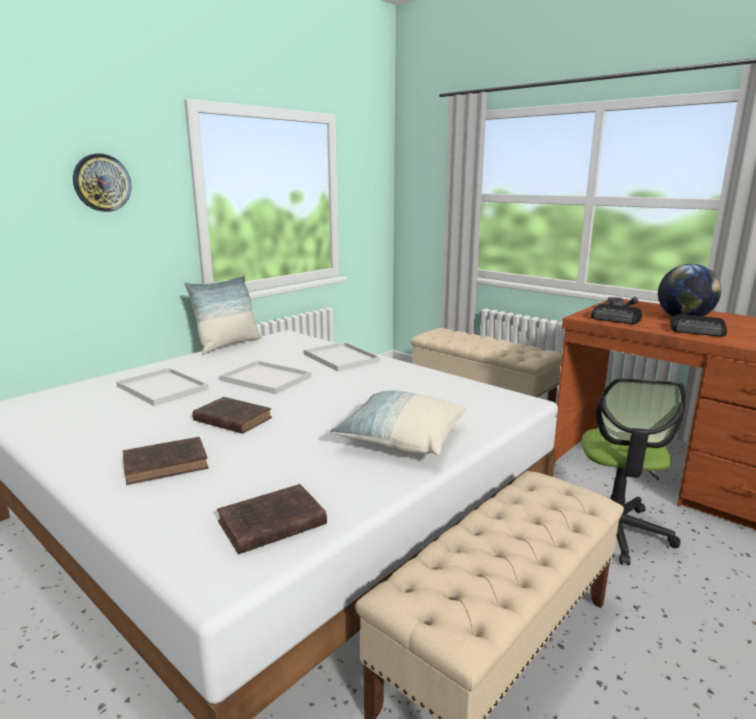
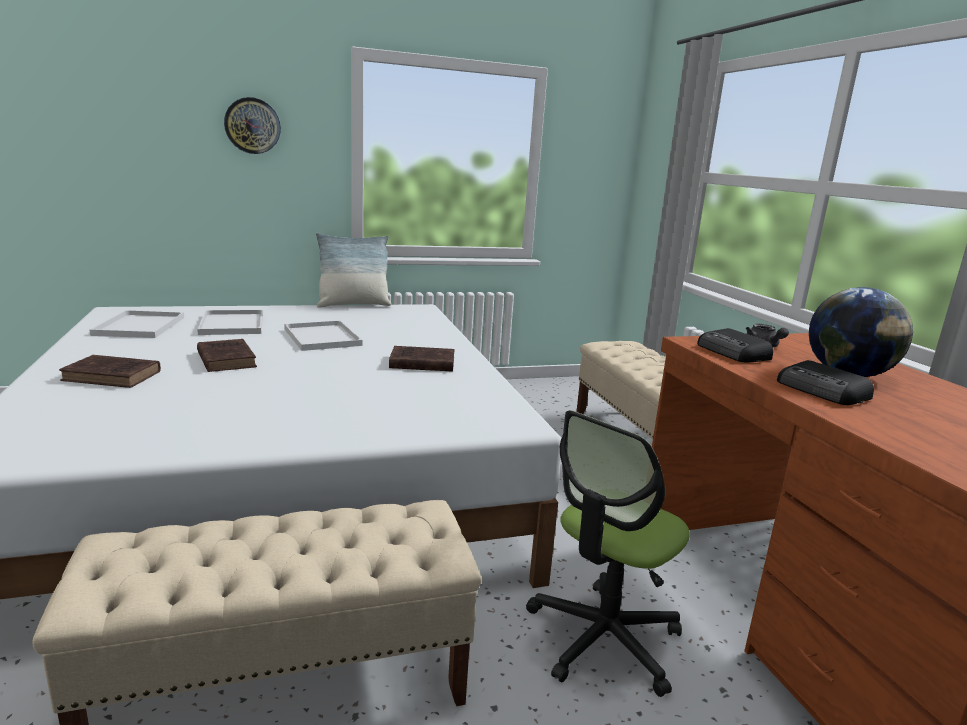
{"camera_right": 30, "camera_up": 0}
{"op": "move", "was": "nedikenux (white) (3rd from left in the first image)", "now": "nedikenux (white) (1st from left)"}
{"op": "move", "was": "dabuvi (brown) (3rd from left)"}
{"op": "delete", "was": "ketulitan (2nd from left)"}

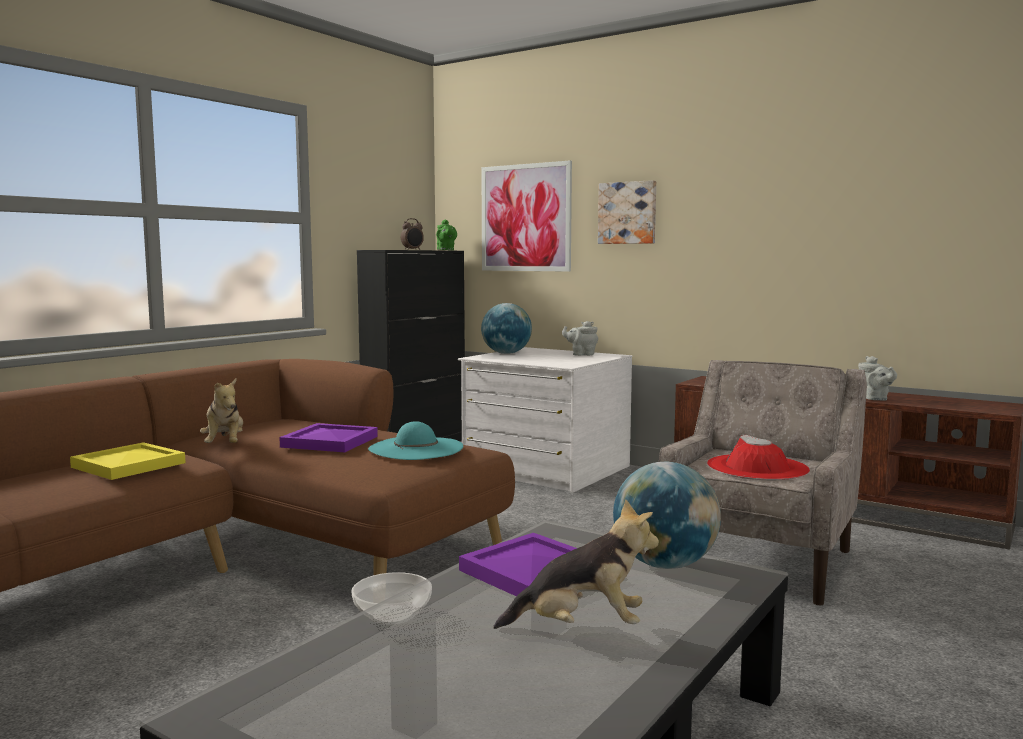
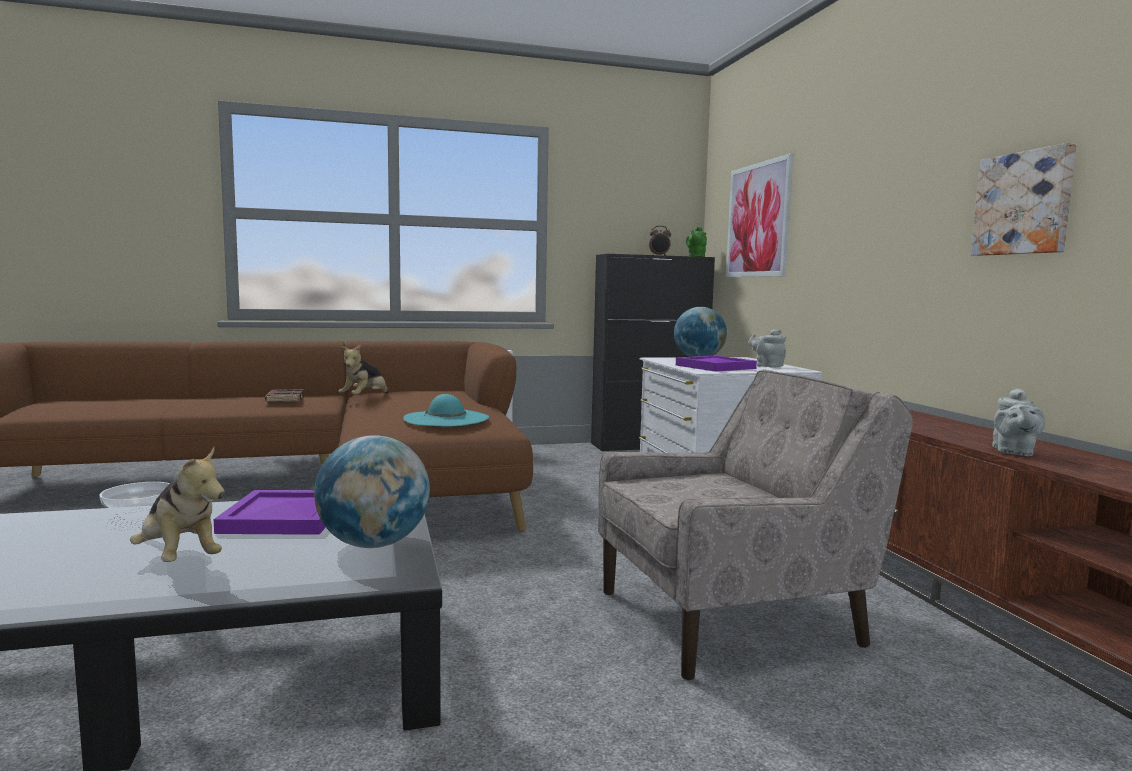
{"camera_right": 40, "camera_up": 0}
{"op": "replace", "was": "nedikenux (yellow)", "now": "dabuvi (brown)"}
{"op": "move", "was": "nedikenux (purple) (1st from left in the first image)", "now": "nedikenux (purple) (2nd from left)"}
{"op": "move", "was": "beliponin (2nd from left)"}
{"op": "delete", "was": "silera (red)"}

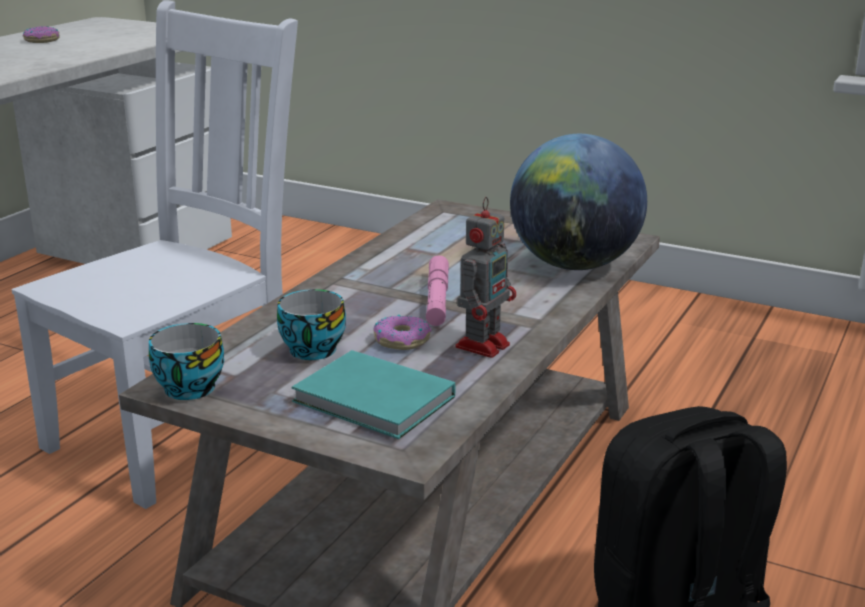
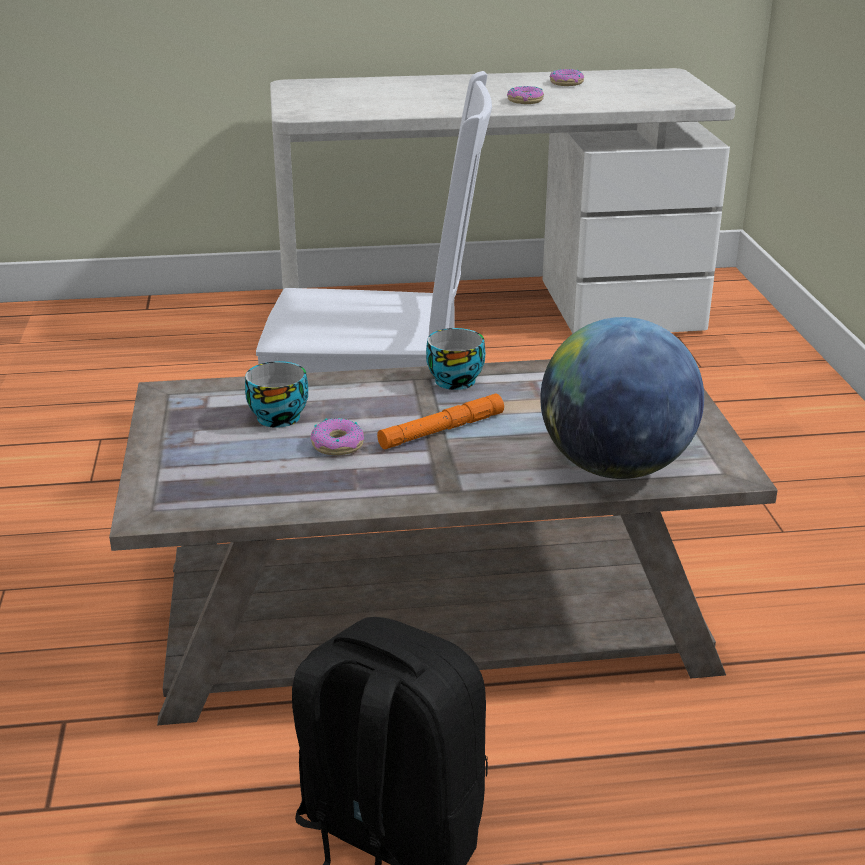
{"camera_right": 55, "camera_up": 5}
{"op": "recolor", "was": "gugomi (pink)", "now": "gugomi (orange)"}
{"op": "move", "was": "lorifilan (1st from left in the first image)", "now": "lorifilan (2nd from left)"}
{"op": "insert", "now": "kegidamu (2nd from left)"}
{"op": "delete", "was": "dabuvi (turquoise)"}
{"op": "delete", "was": "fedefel"}

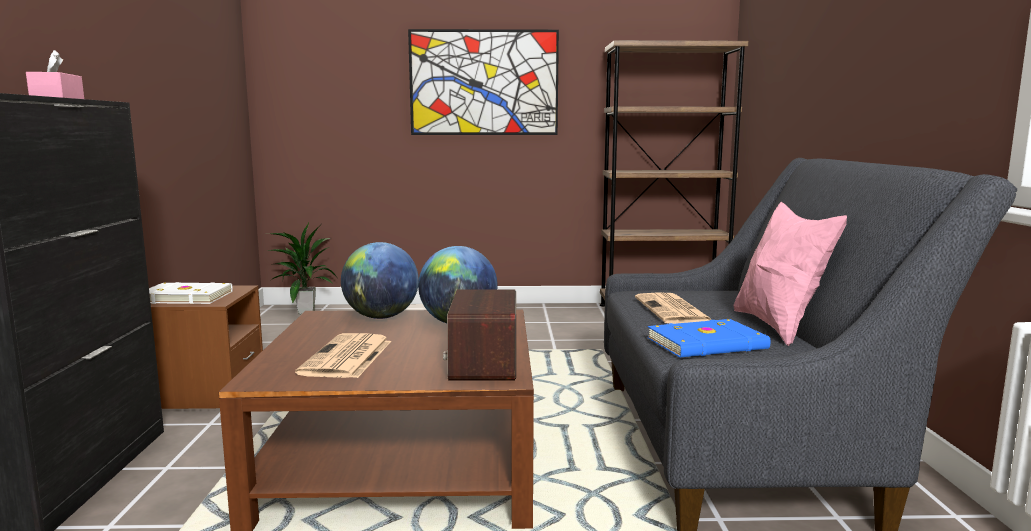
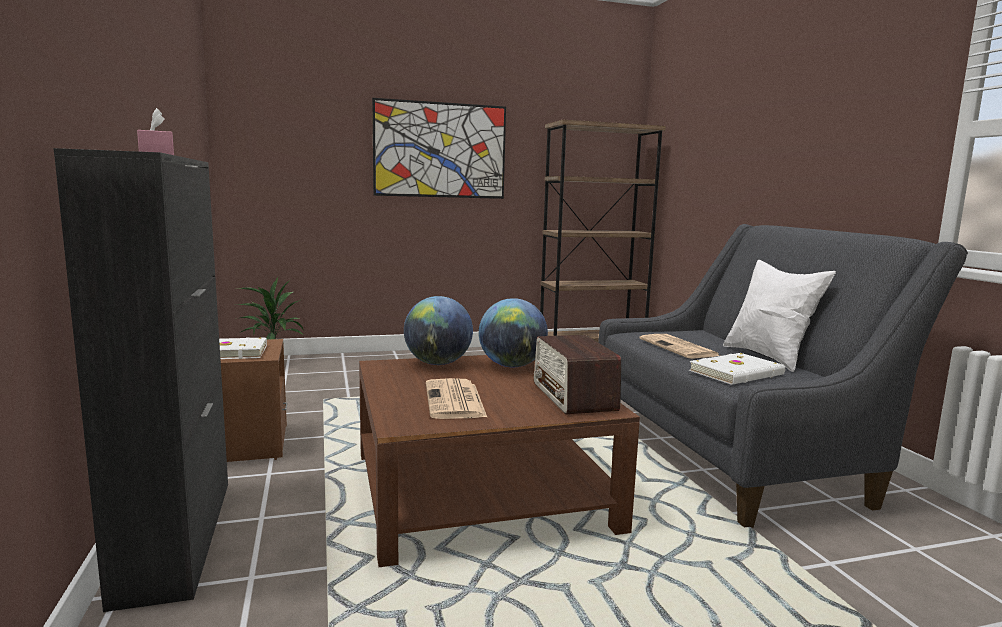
{"camera_right": -15, "camera_up": 0}
{"op": "recolor", "was": "dabuvi (blue)", "now": "dabuvi (white) (2nd from left)"}
{"op": "recolor", "was": "ketulitan (pink)", "now": "ketulitan (white)"}

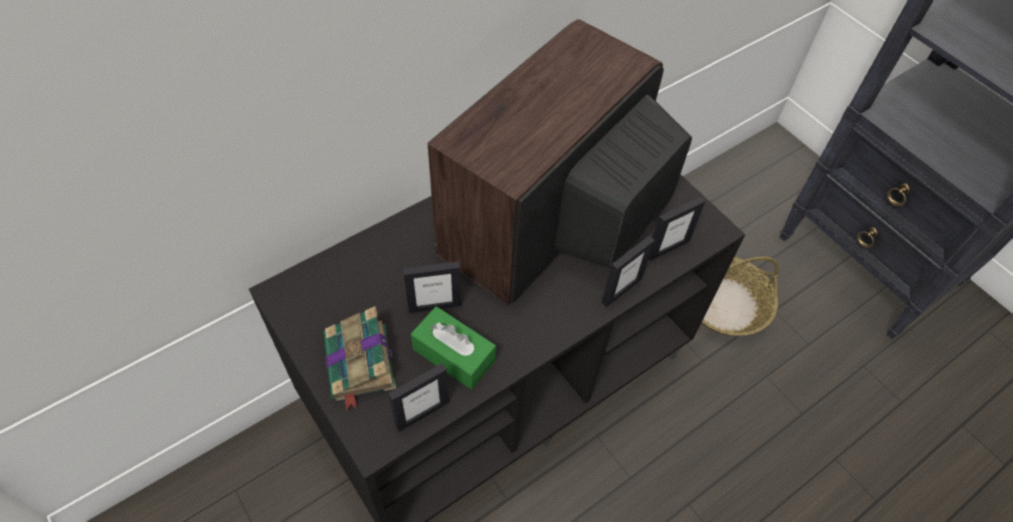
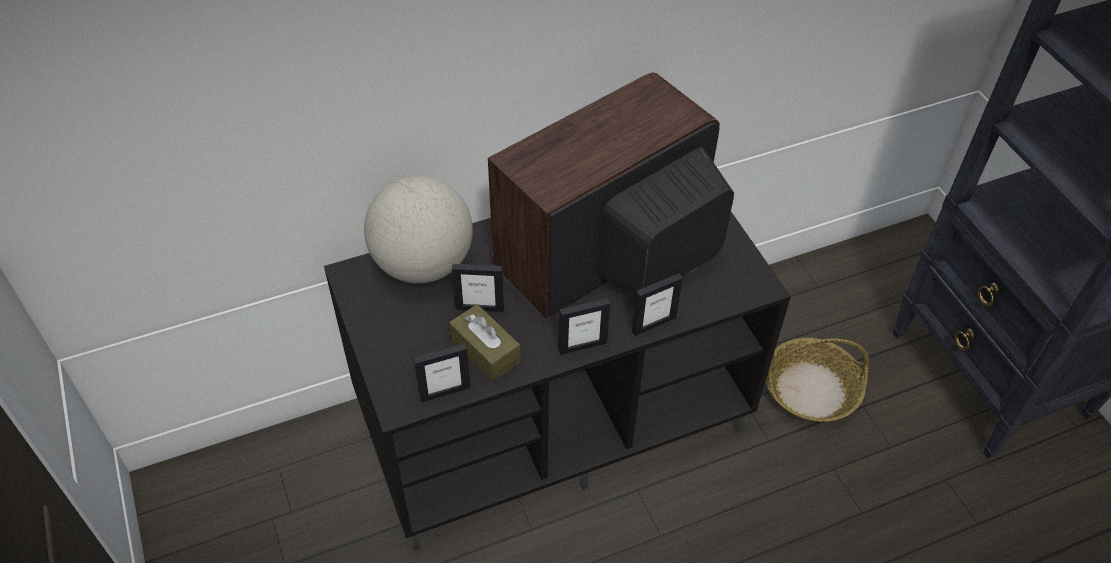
{"camera_right": 15, "camera_up": -5}
{"op": "insert", "now": "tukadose"}
{"op": "recolor", "was": "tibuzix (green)", "now": "tibuzix (brown)"}
{"op": "move", "was": "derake (4th from left in the first image)", "now": "derake (3rd from left)"}
{"op": "delete", "was": "dabuvi"}

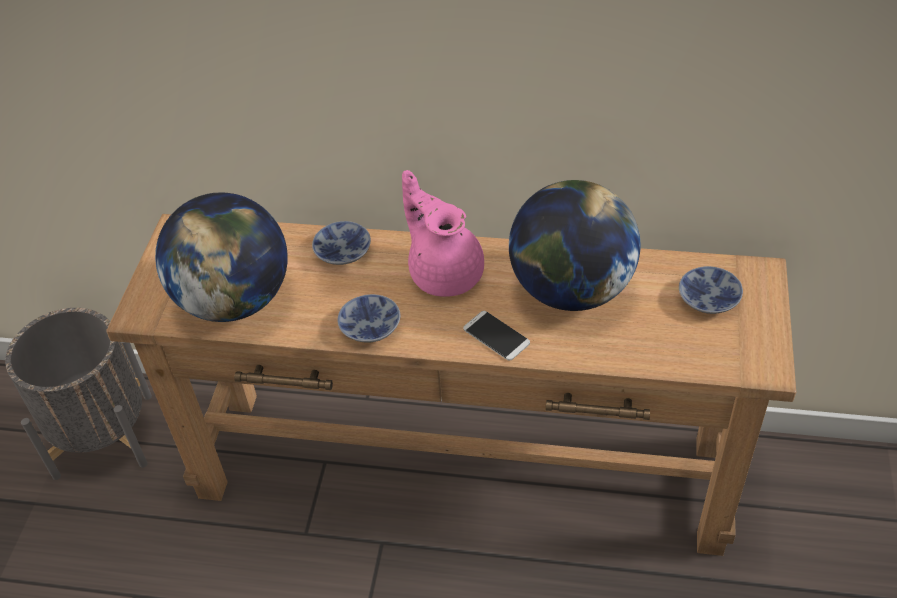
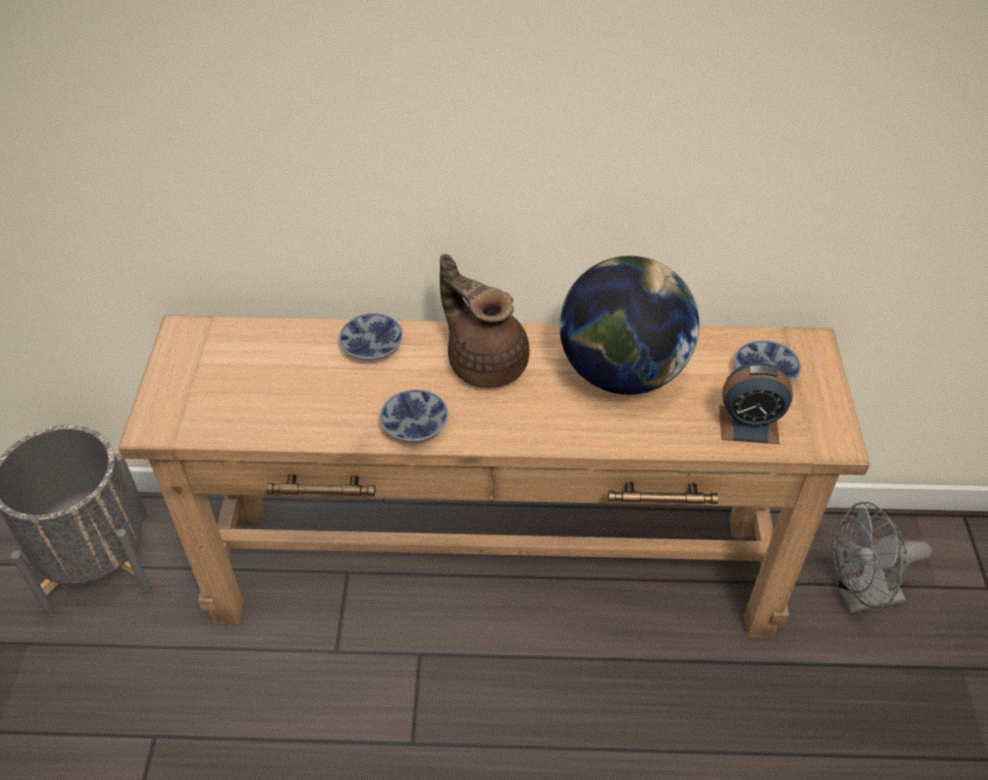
{"camera_right": -10, "camera_up": 0}
{"op": "recolor", "was": "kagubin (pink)", "now": "kagubin (brown)"}
{"op": "insert", "now": "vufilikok"}
{"op": "insert", "now": "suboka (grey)"}
{"op": "delete", "was": "tukadose (1st from left)"}
{"op": "delete", "was": "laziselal"}

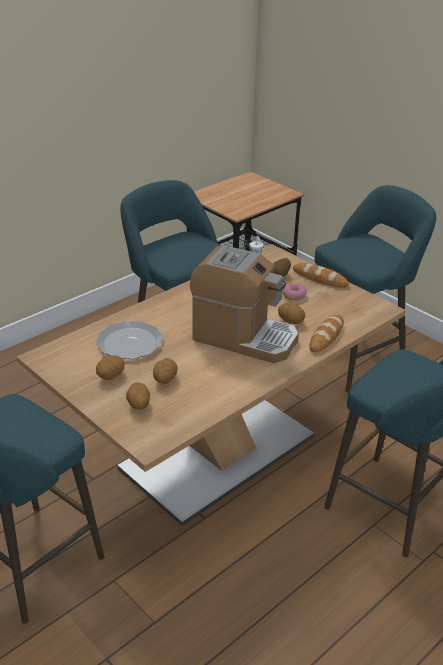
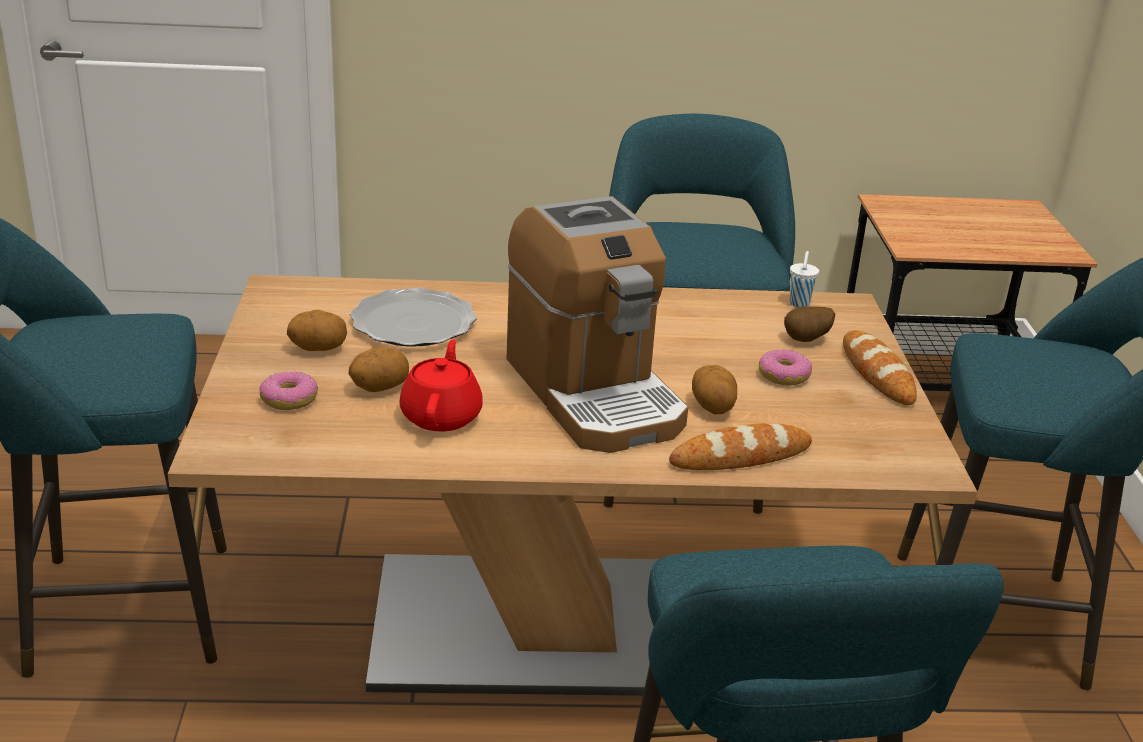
{"camera_right": 40, "camera_up": -5}
{"op": "replace", "was": "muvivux (2nd from left)", "now": "kegidamu (1st from left)"}
{"op": "insert", "now": "kagubin (red)"}

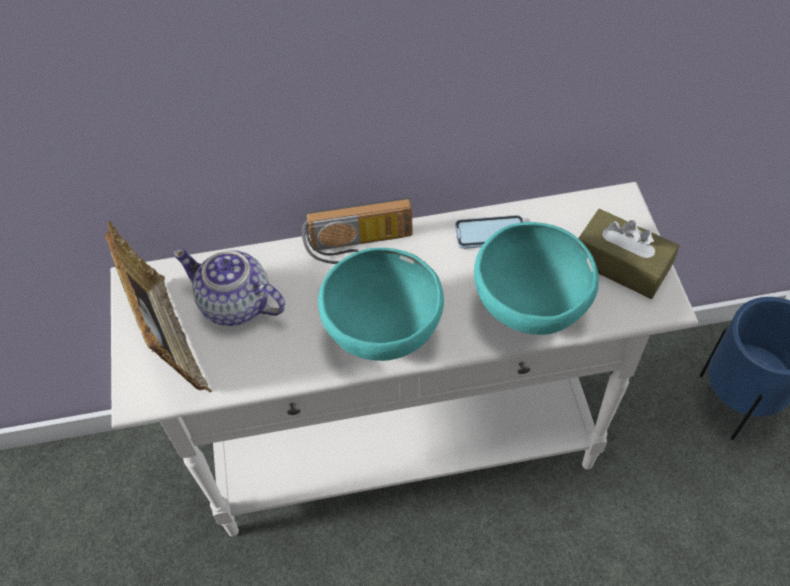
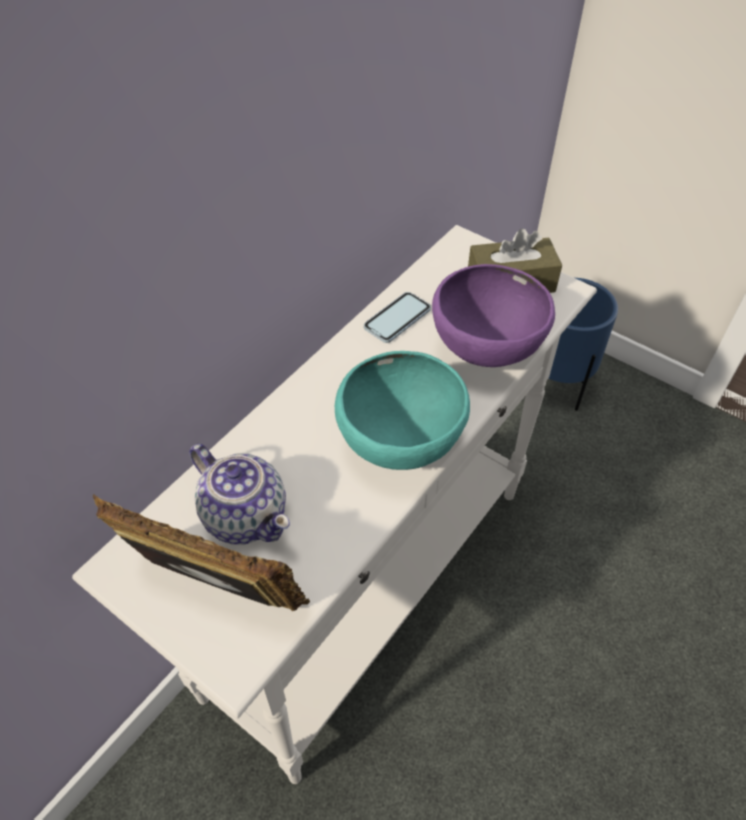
{"camera_right": -45, "camera_up": -5}
{"op": "rotate", "was": "kagubin", "clockwise": -120}
{"op": "recolor", "was": "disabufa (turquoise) (2nd from left)", "now": "disabufa (purple)"}
{"op": "delete", "was": "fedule"}

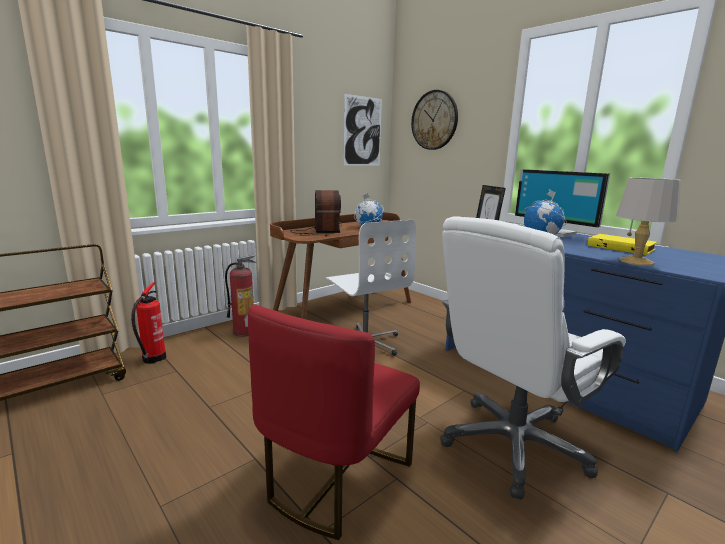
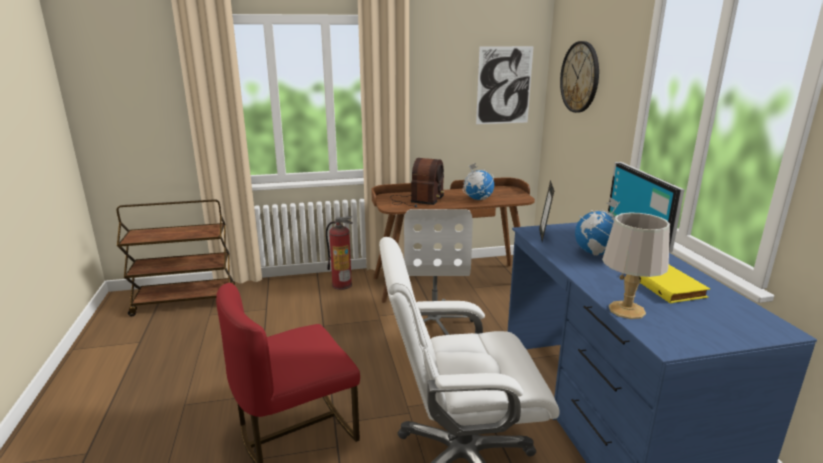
{"camera_right": 30, "camera_up": 5}
{"op": "delete", "was": "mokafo (1st from left)"}

